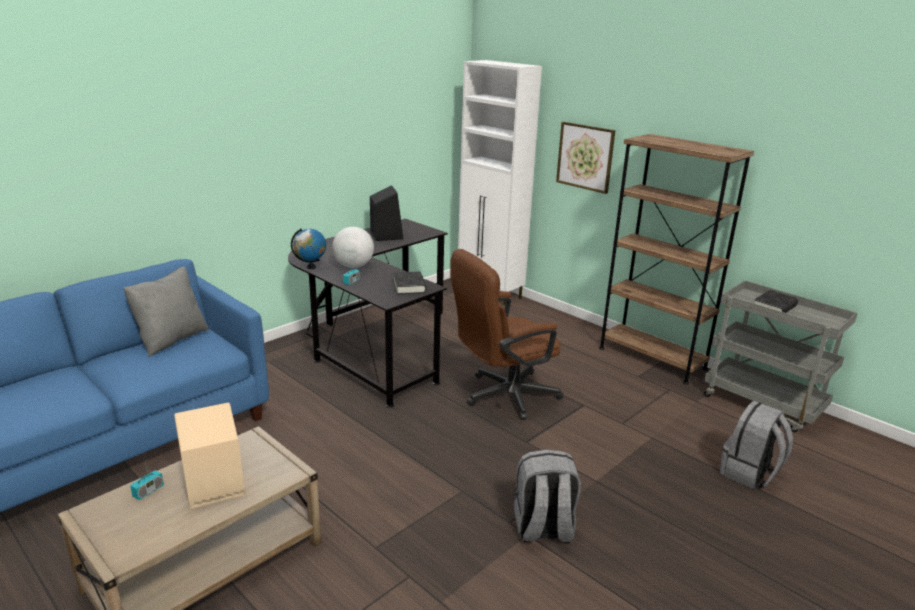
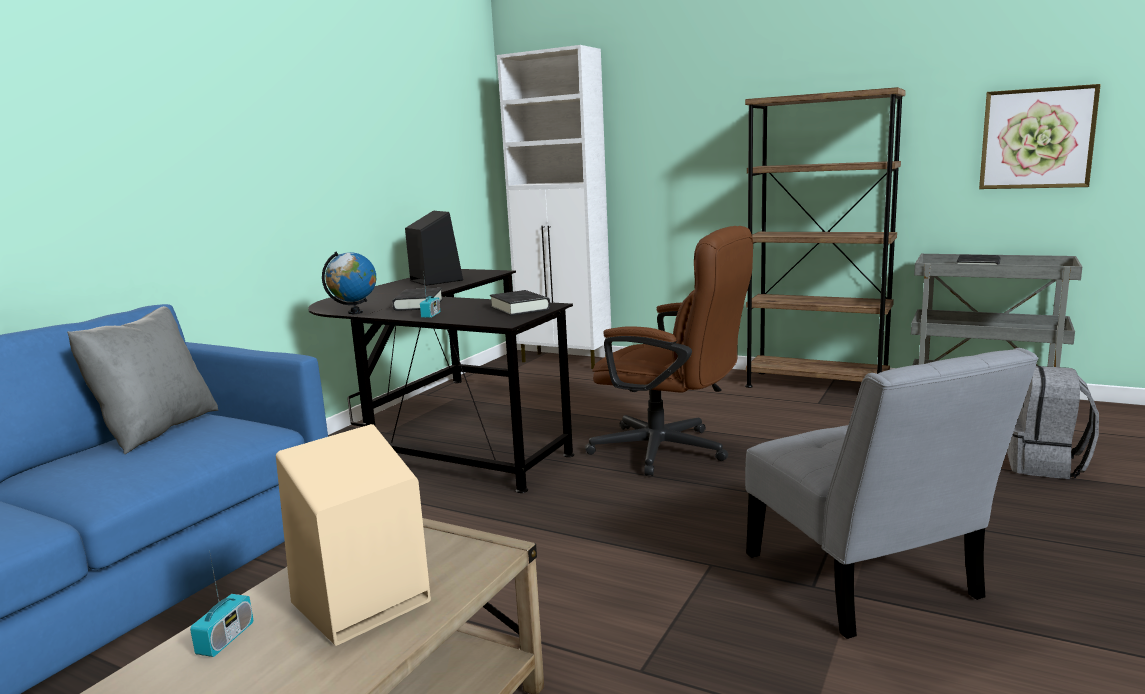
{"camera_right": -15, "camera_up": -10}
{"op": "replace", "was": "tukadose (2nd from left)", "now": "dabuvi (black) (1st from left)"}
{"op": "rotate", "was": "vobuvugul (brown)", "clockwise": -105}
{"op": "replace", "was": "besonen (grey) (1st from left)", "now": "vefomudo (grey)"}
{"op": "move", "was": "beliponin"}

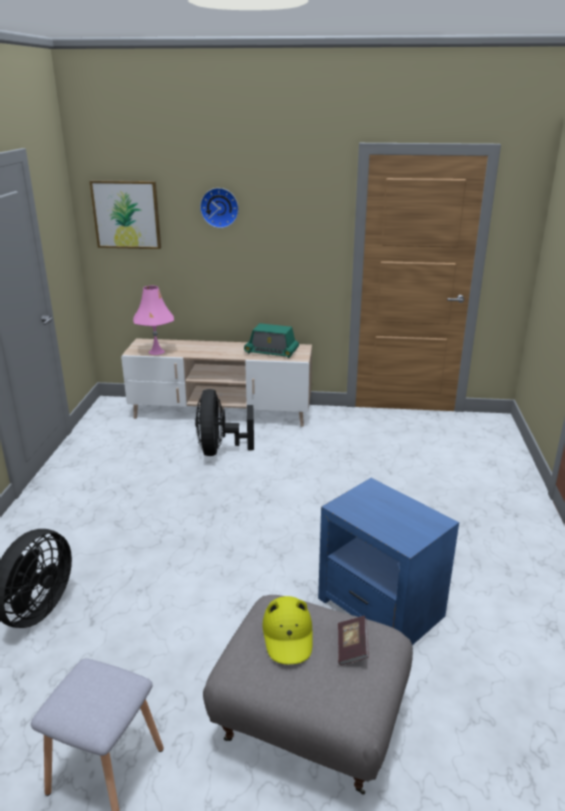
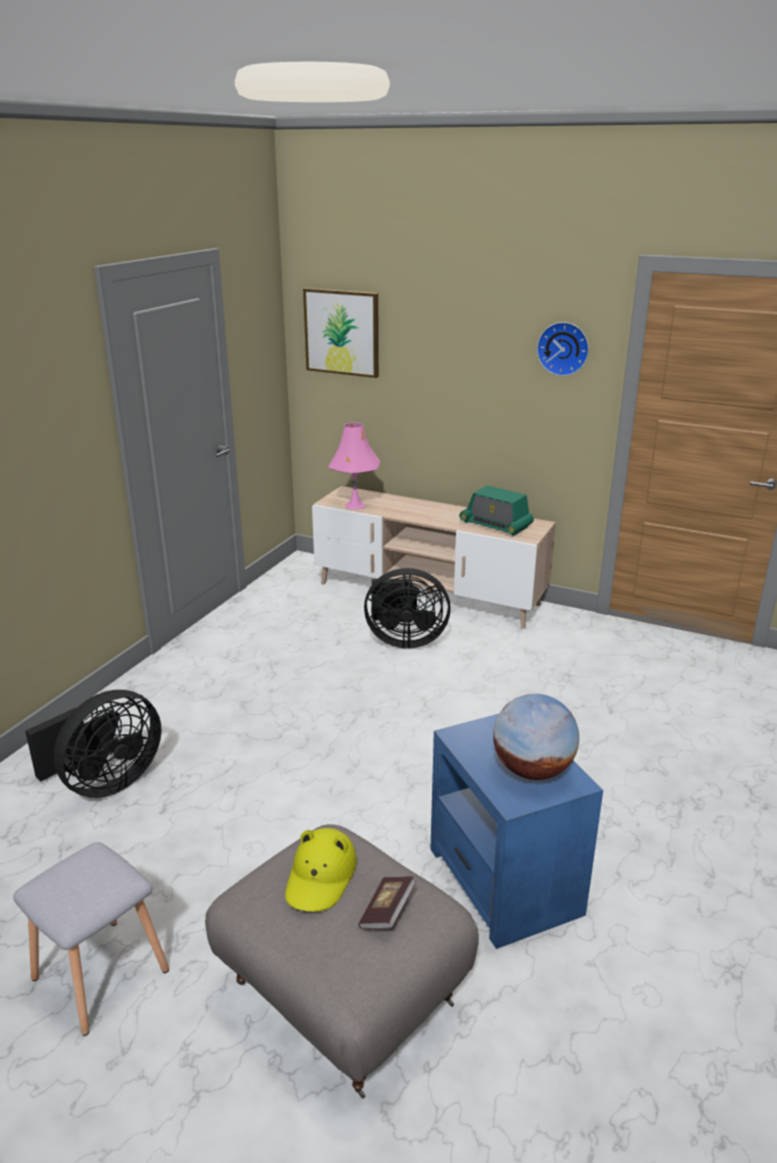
{"camera_right": 20, "camera_up": 0}
{"op": "rotate", "was": "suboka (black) (2nd from left)", "clockwise": -105}
{"op": "insert", "now": "tukadose"}
{"op": "move", "was": "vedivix"}

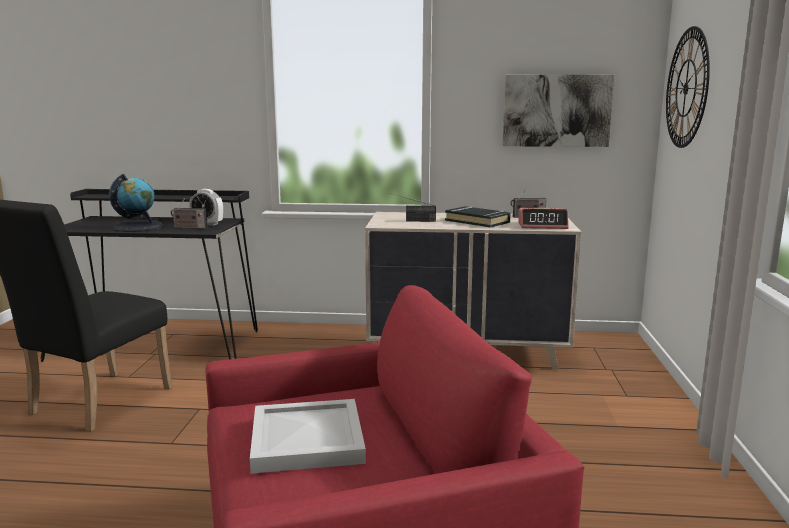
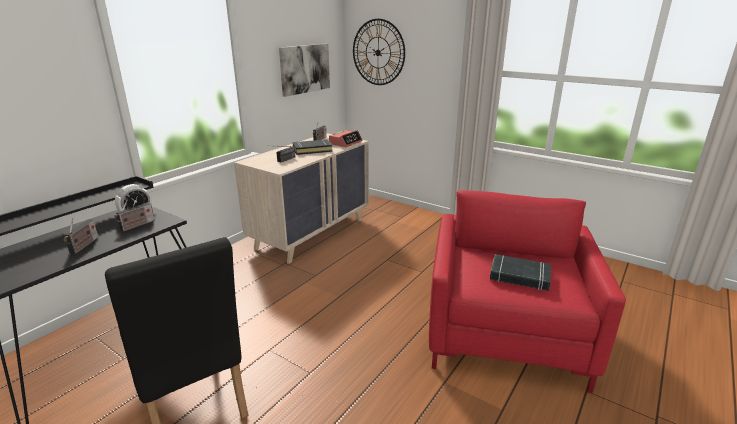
{"camera_right": -60, "camera_up": 10}
{"op": "replace", "was": "tukadose", "now": "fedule (1st from left)"}
{"op": "replace", "was": "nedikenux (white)", "now": "dabuvi (black) (2nd from left)"}

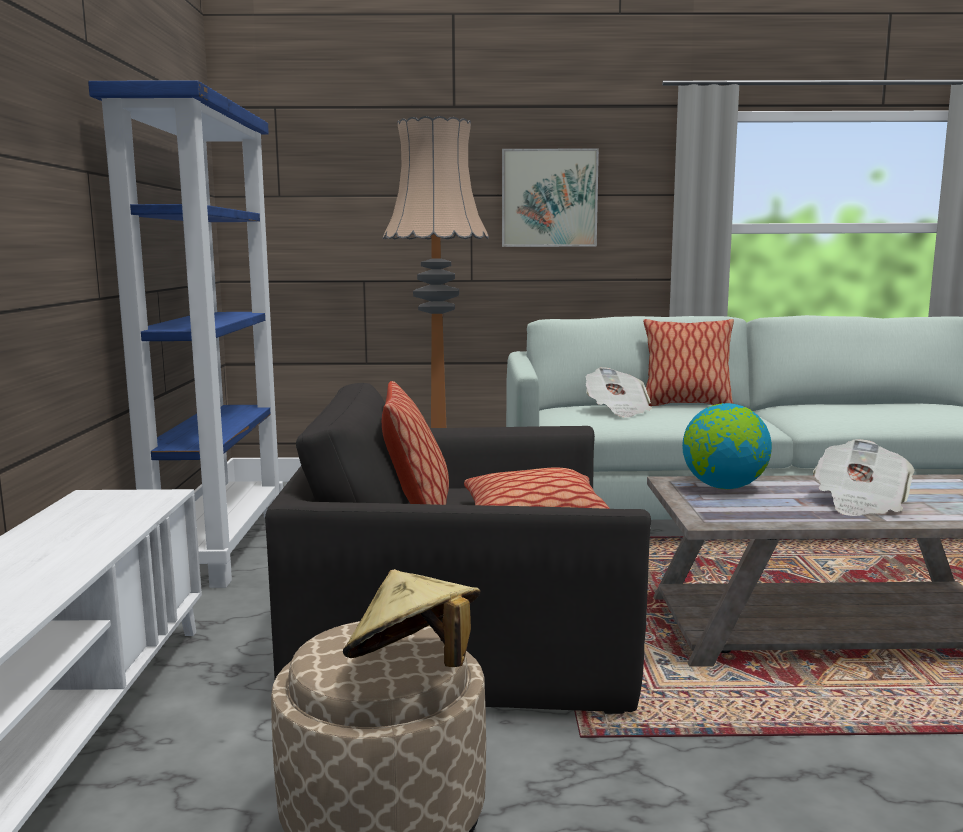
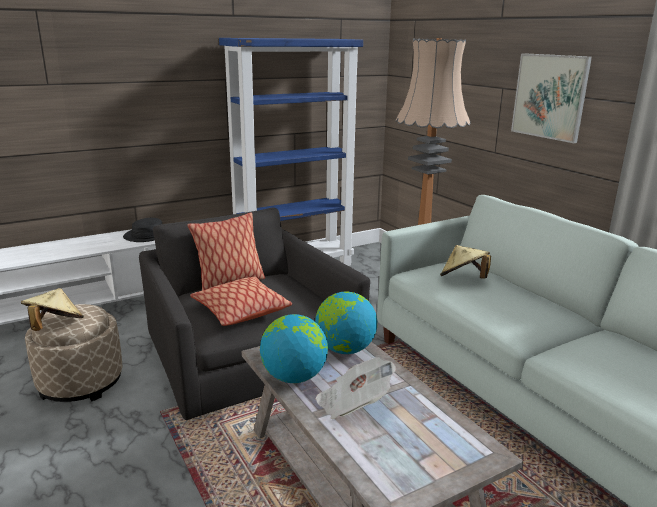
{"camera_right": 60, "camera_up": 10}
{"op": "insert", "now": "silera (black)"}
{"op": "insert", "now": "tukadose (1st from left)"}
{"op": "replace", "was": "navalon (1st from left)", "now": "silera (beige) (2nd from left)"}
{"op": "delete", "was": "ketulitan (3rd from left)"}

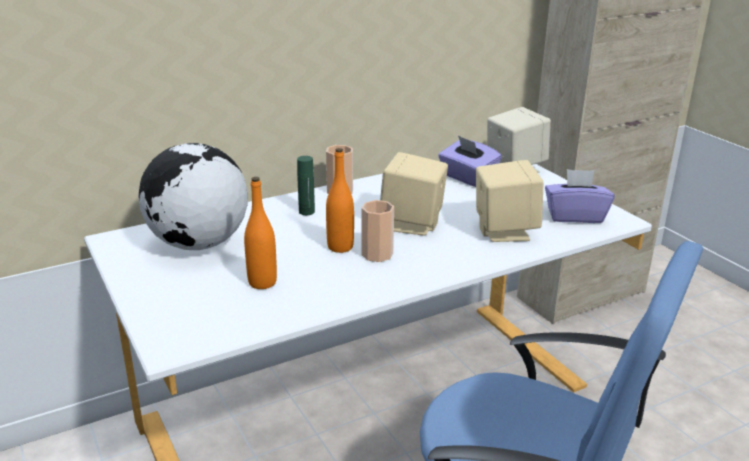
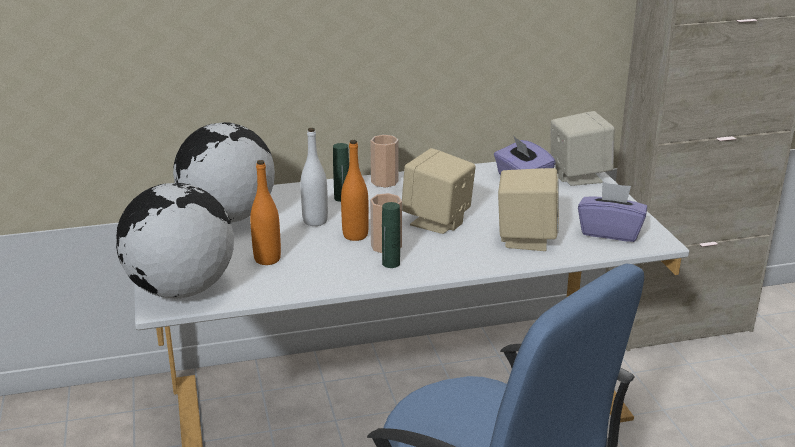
{"camera_right": 15, "camera_up": 0}
{"op": "insert", "now": "tukadose (1st from left)"}
{"op": "insert", "now": "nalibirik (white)"}
{"op": "insert", "now": "nalibirik (green) (2nd from left)"}

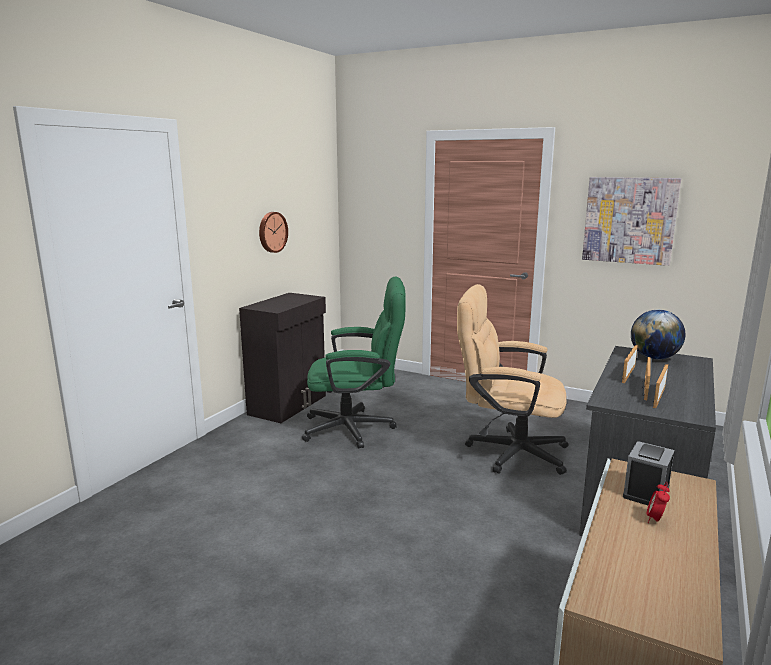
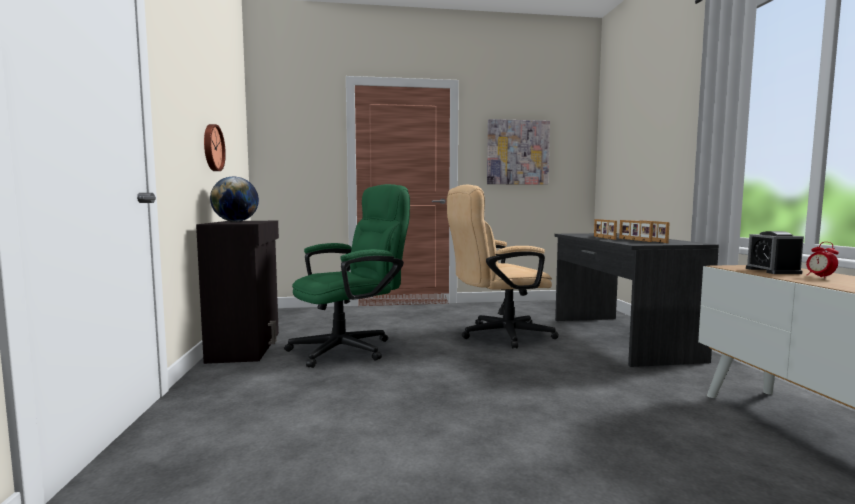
{"camera_right": -35, "camera_up": -10}
{"op": "move", "was": "tukadose"}

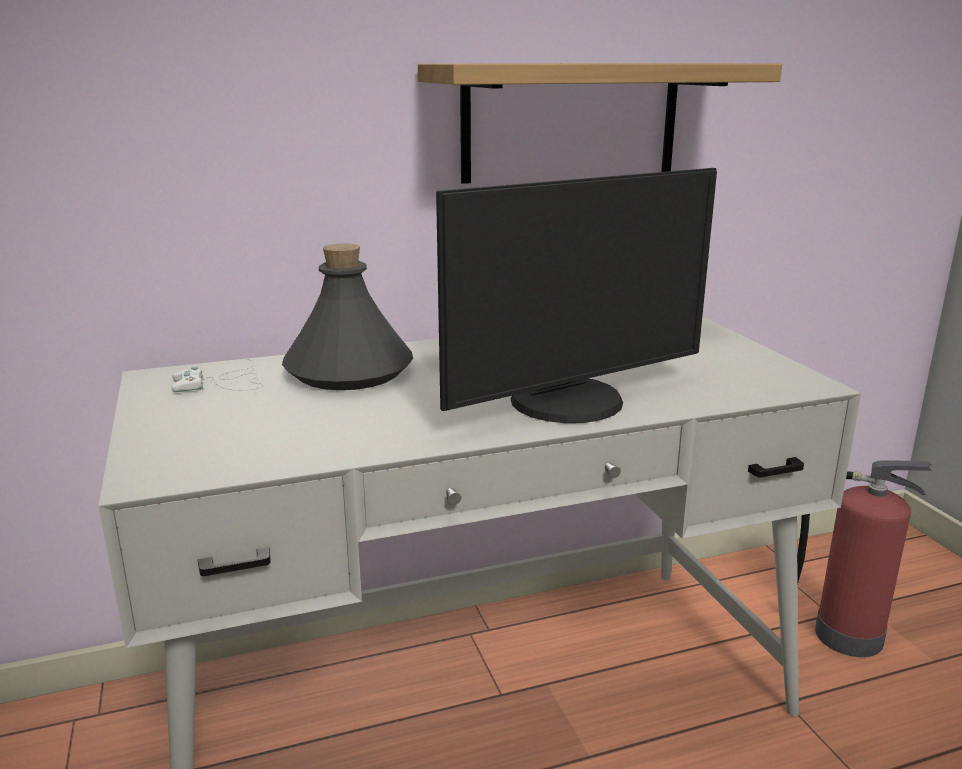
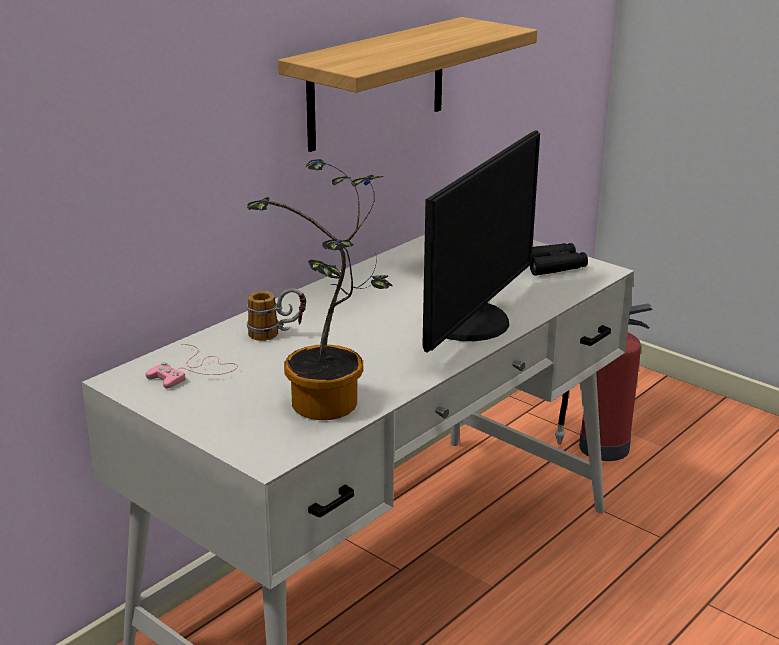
{"camera_right": -30, "camera_up": 5}
{"op": "recolor", "was": "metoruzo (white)", "now": "metoruzo (pink)"}
{"op": "insert", "now": "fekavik"}
{"op": "replace", "was": "nalibirik (grey)", "now": "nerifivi"}
{"op": "insert", "now": "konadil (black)"}

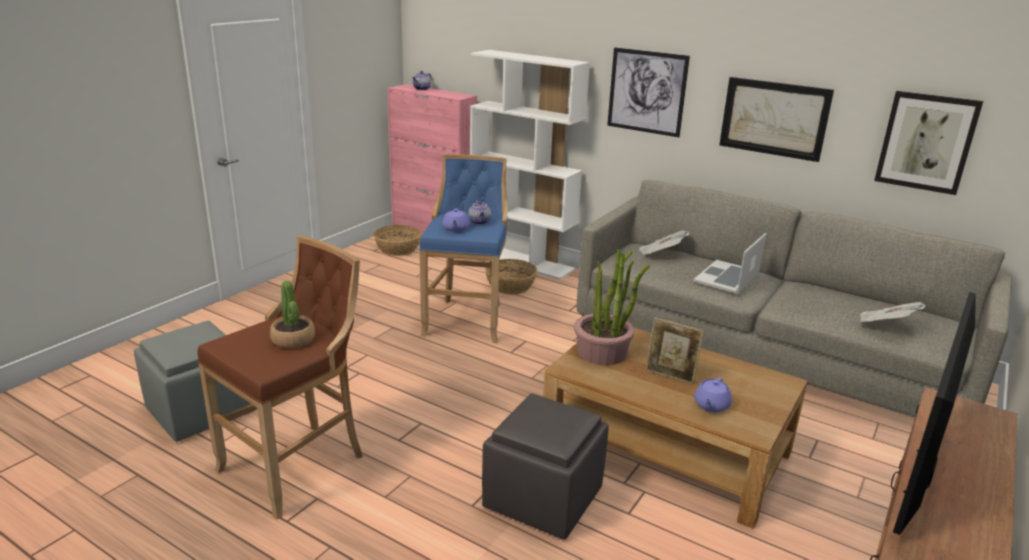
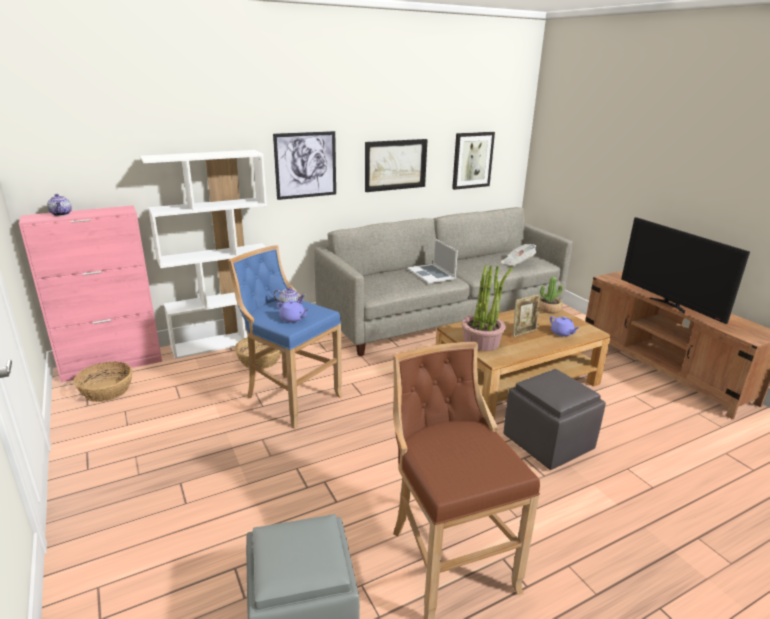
{"camera_right": -60, "camera_up": 0}
{"op": "move", "was": "fekavik (1st from left in the first image)", "now": "fekavik (2nd from left)"}
{"op": "delete", "was": "navalon (1st from left)"}

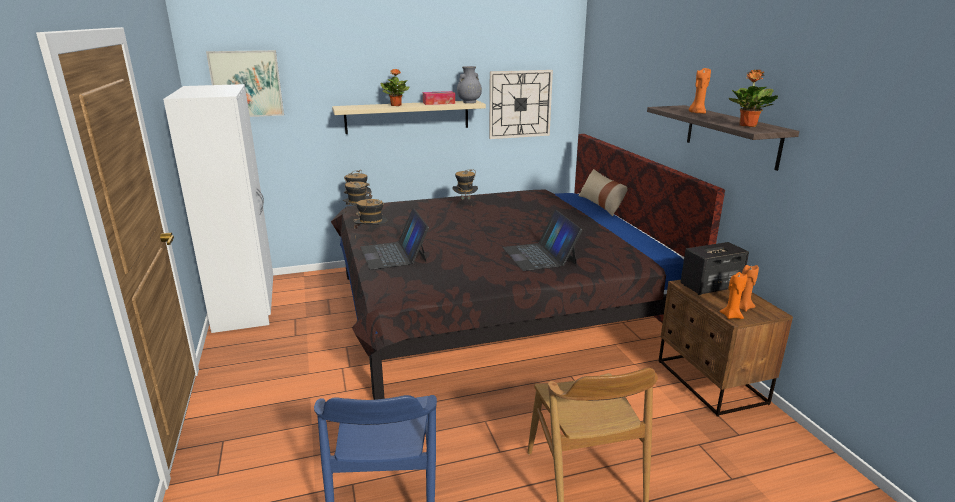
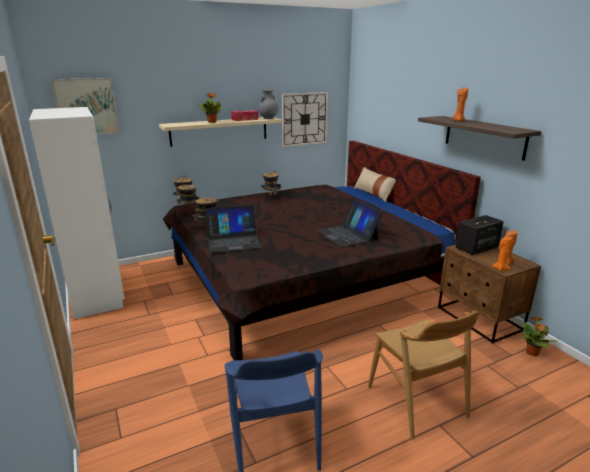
{"camera_right": -10, "camera_up": 0}
{"op": "rotate", "was": "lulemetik (1st from left)", "clockwise": -75}
{"op": "move", "was": "fekavik (2nd from left)"}

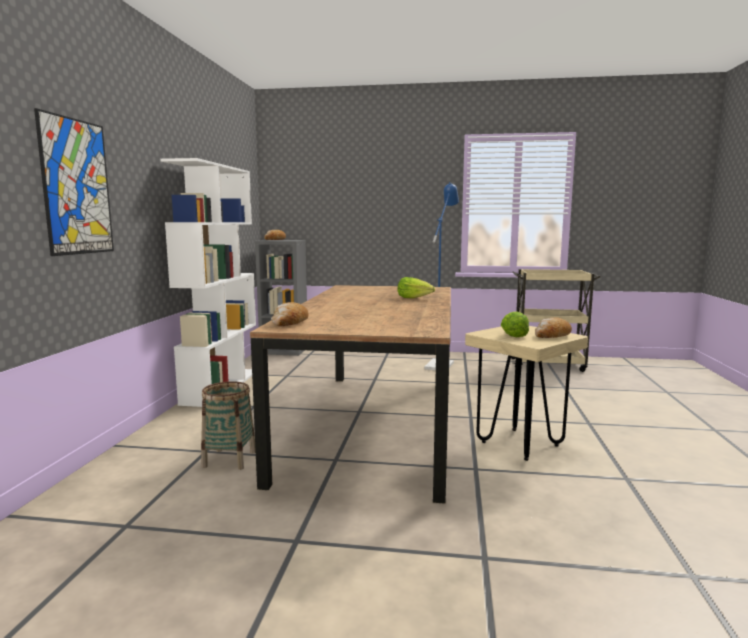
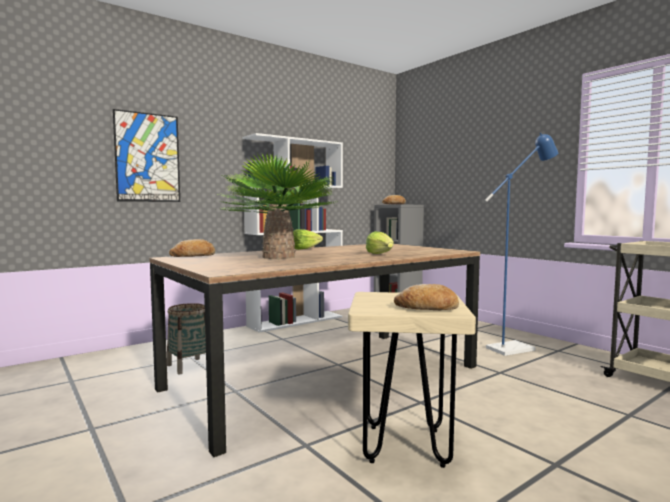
{"camera_right": 45, "camera_up": -5}
{"op": "insert", "now": "fekavik"}
{"op": "move", "was": "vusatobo (2nd from left in the first image)", "now": "vusatobo (1st from left)"}

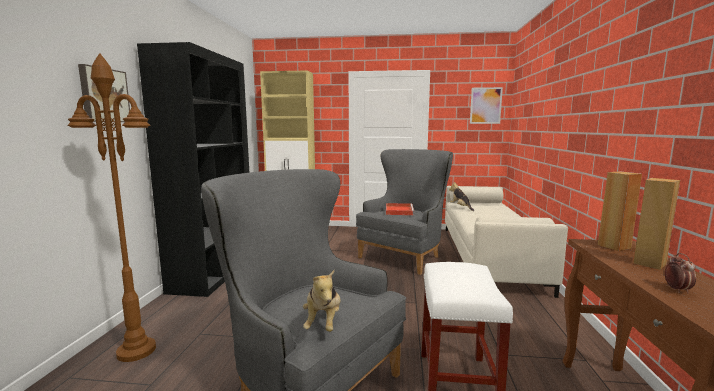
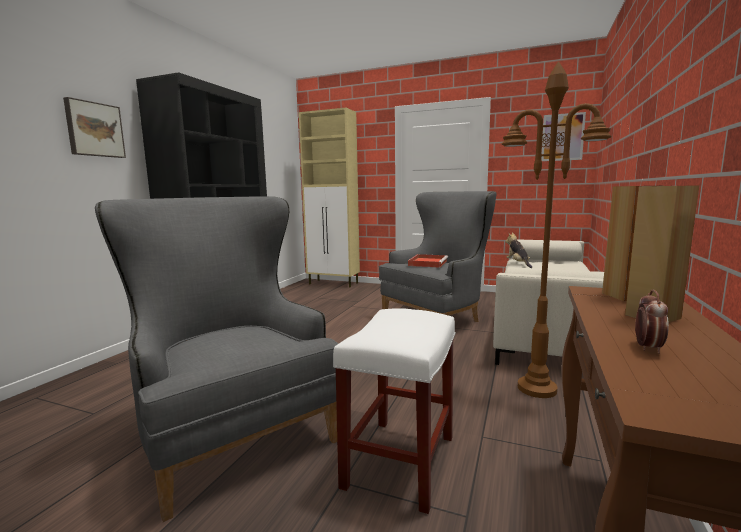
{"camera_right": 15, "camera_up": 0}
{"op": "move", "was": "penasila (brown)"}
{"op": "delete", "was": "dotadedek (1st from left)"}

